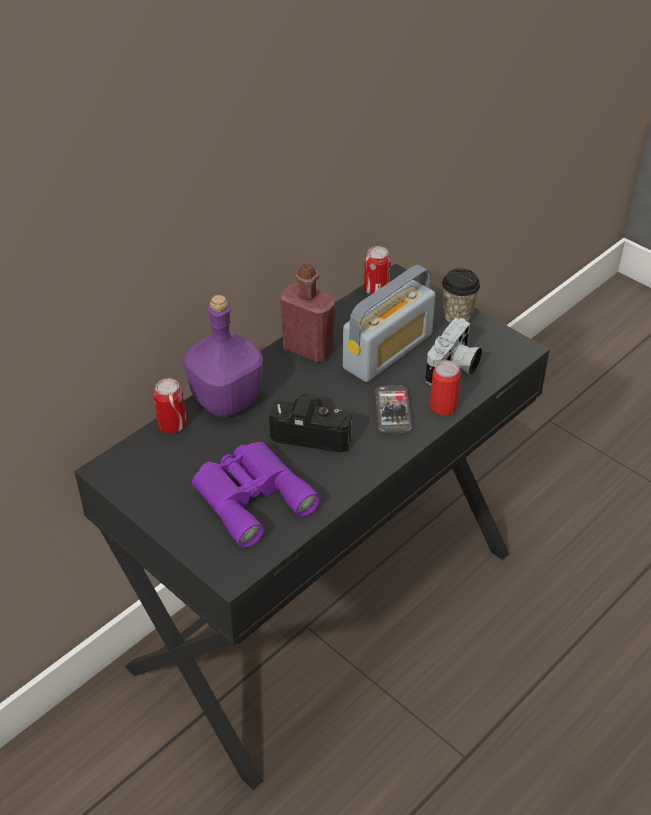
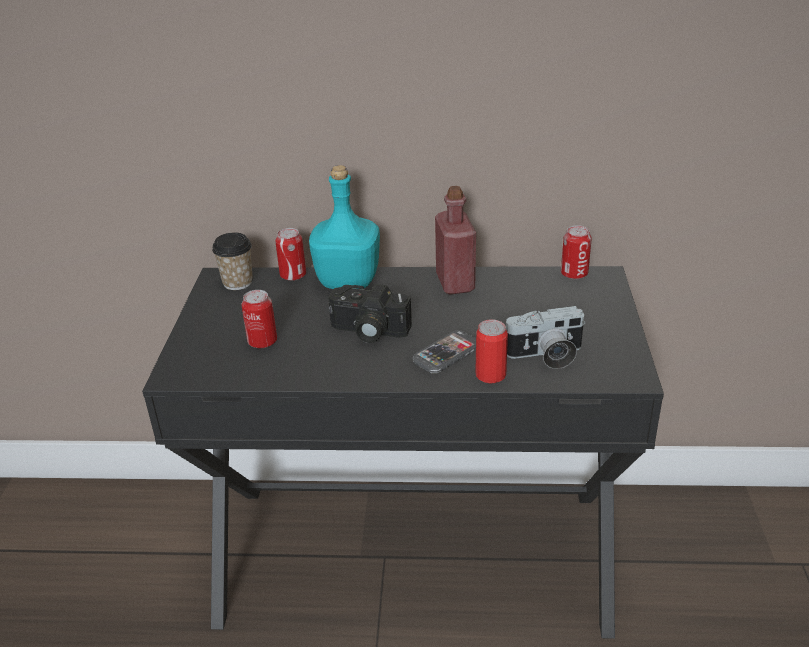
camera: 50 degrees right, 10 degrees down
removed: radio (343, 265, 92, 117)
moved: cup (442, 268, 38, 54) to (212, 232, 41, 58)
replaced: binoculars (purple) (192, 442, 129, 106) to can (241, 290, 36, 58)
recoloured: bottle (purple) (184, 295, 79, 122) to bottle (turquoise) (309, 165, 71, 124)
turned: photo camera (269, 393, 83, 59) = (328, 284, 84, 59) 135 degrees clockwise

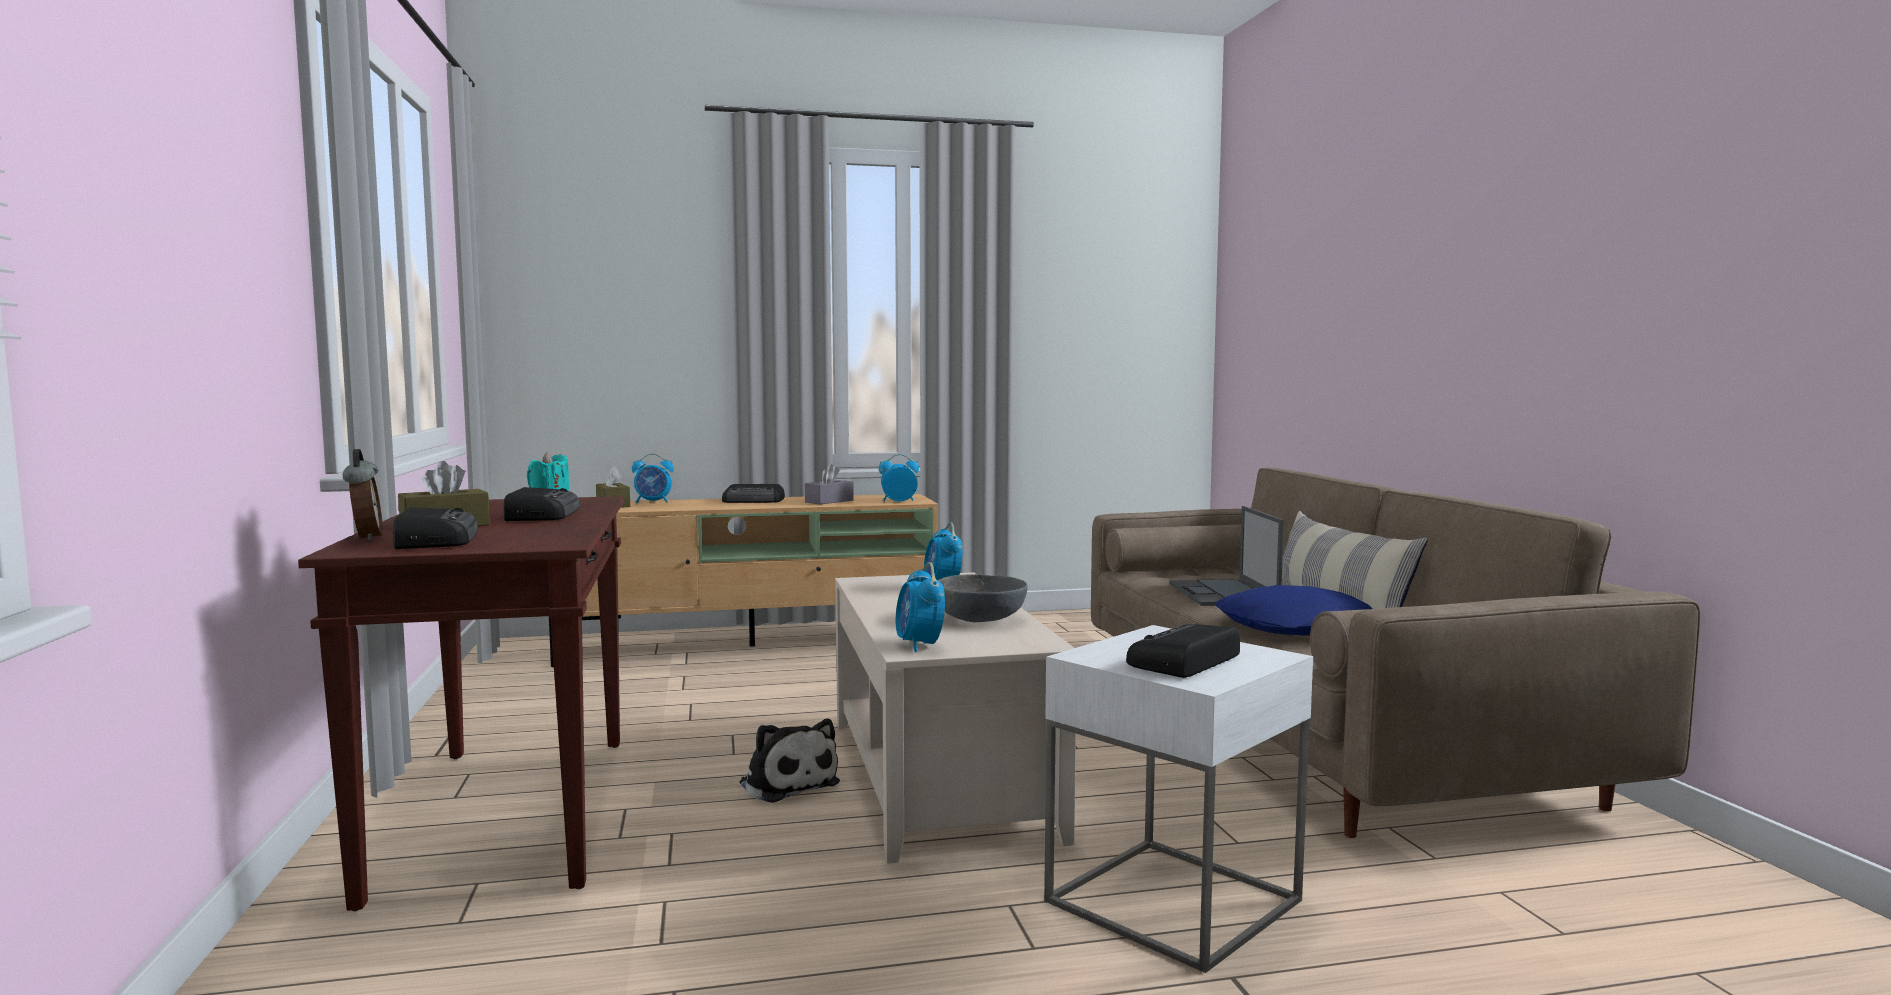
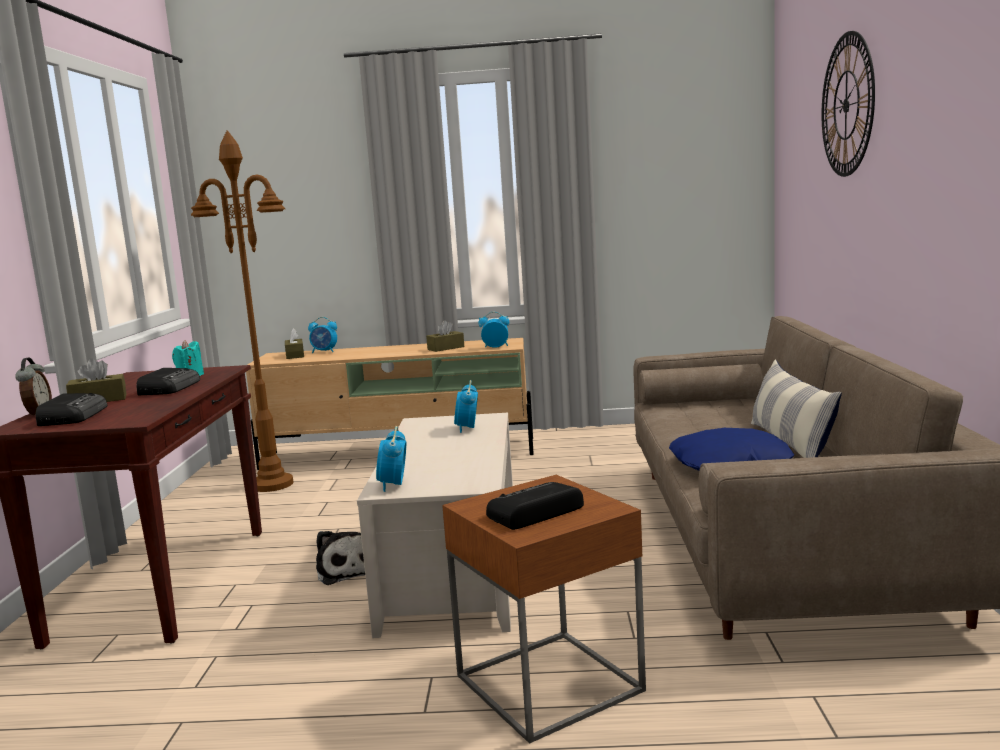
camera: 15 degrees right, 5 degrees up
removed: radio (722, 484, 63, 19); bowl (grey) (938, 574, 90, 48); laptop (1169, 506, 115, 100)
added: floor lamp (brown) (191, 130, 102, 362); wall clock (822, 31, 53, 146)
recoloured: tissue box (grey) (805, 464, 49, 40) to tissue box (brown) (426, 320, 38, 32); side table (white) (1044, 625, 269, 348) to side table (brown) (442, 475, 204, 269)

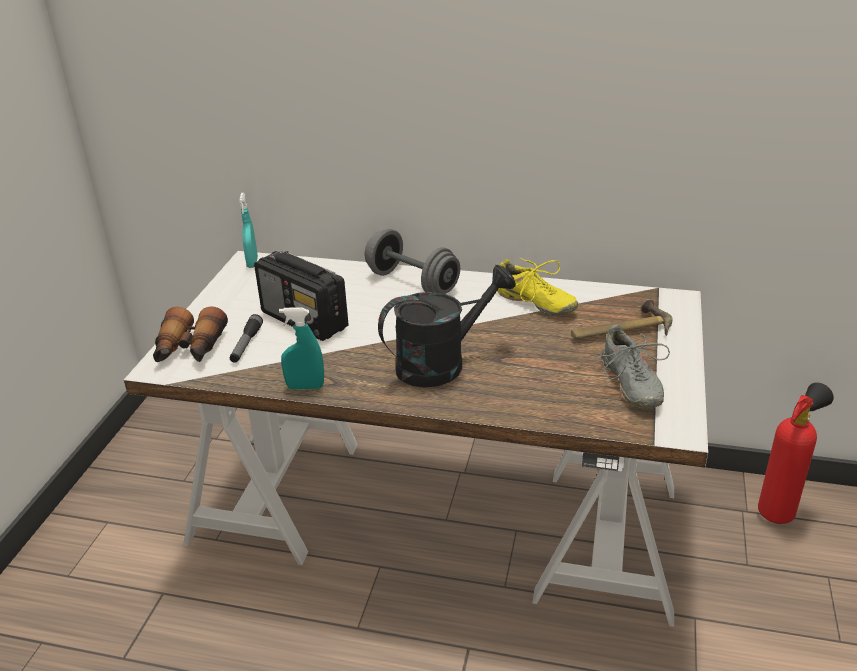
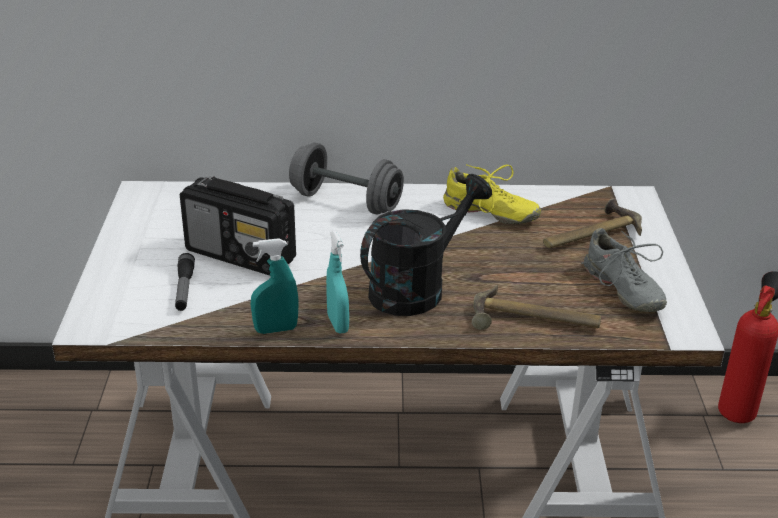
camera: 15 degrees left, 0 degrees up
removed: binoculars (153, 306, 75, 56)
added: hammer (472, 285, 129, 45)
moved: spray bottle (turquoise) (239, 193, 19, 75) to (326, 231, 23, 102)

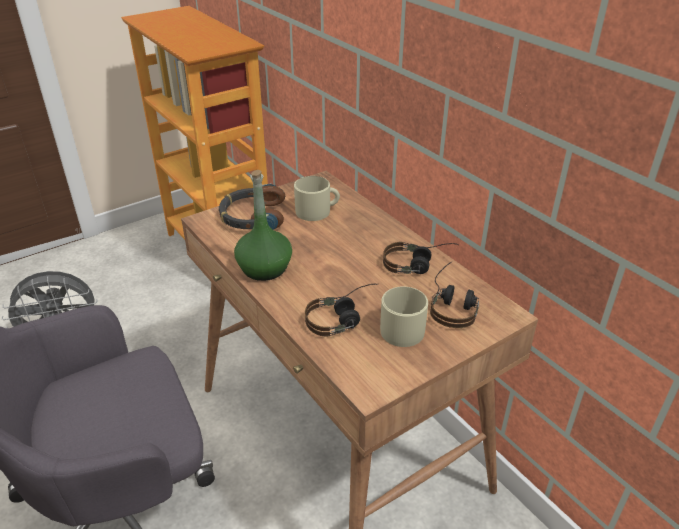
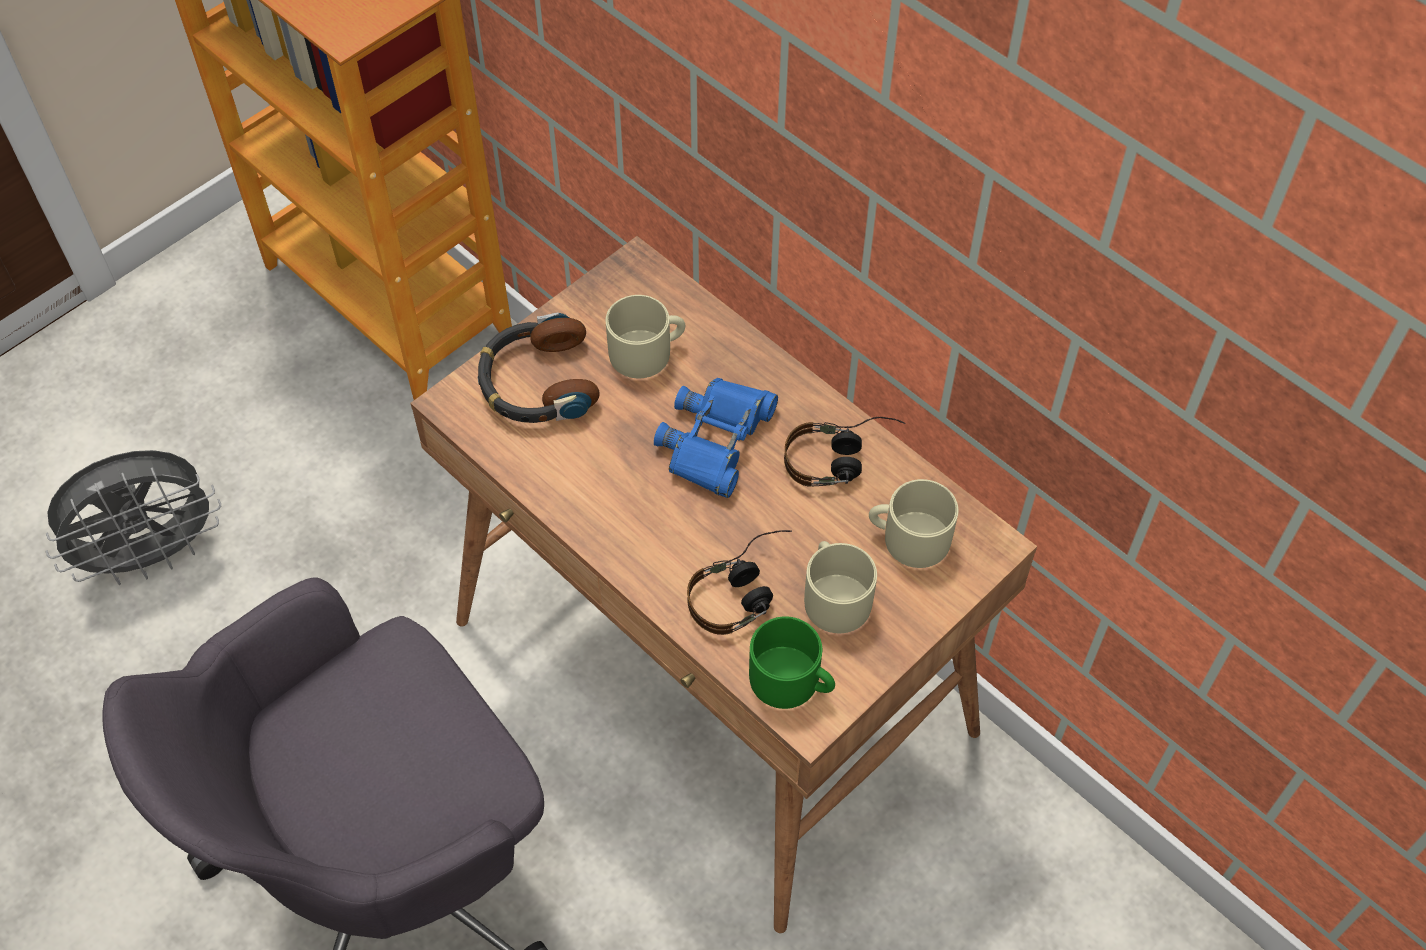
camera: 10 degrees left, 20 degrees up
removed: bottle (green) (234, 170, 58, 111)
added: binoculars (blue) (654, 378, 124, 120); mug (green) (749, 616, 86, 93)
replaced: headphones (430, 262, 49, 66) to mug (beige) (869, 479, 89, 89)

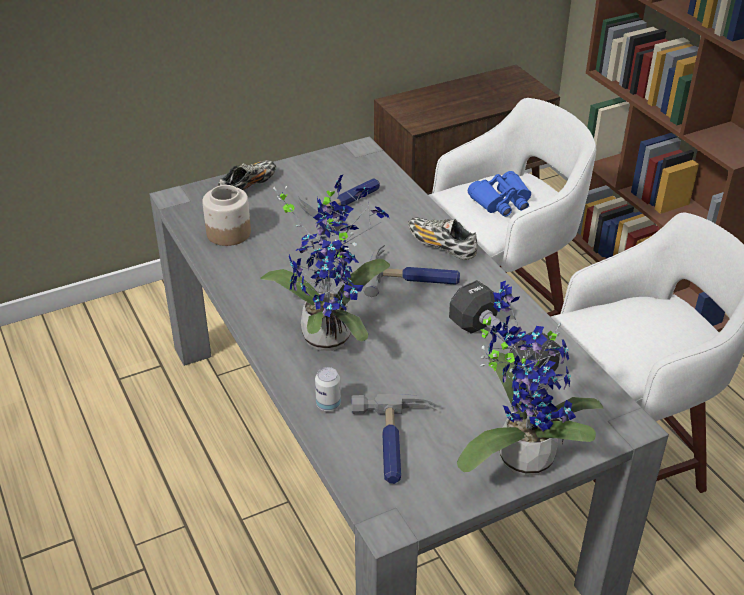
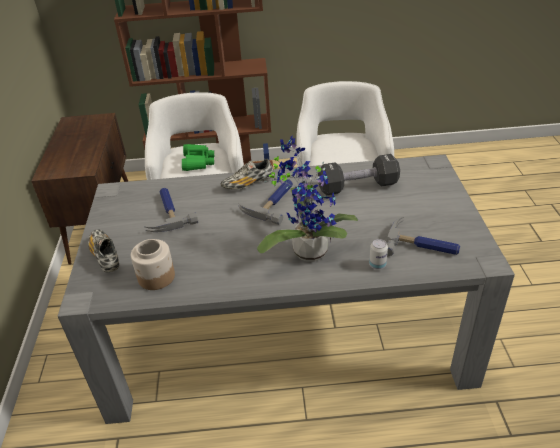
camera: 65 degrees left, 0 degrees up
removed: potted plant (457, 281, 147, 195)
recoloured: binoculars (blue) (468, 171, 63, 46) to binoculars (green) (182, 144, 32, 27)

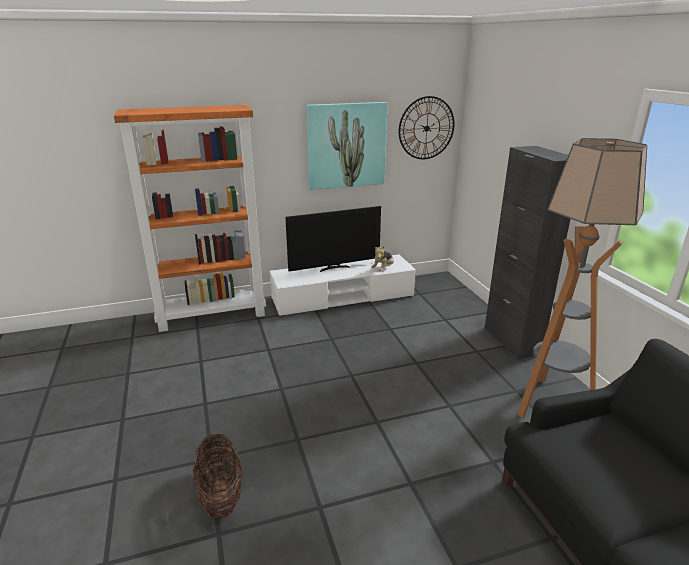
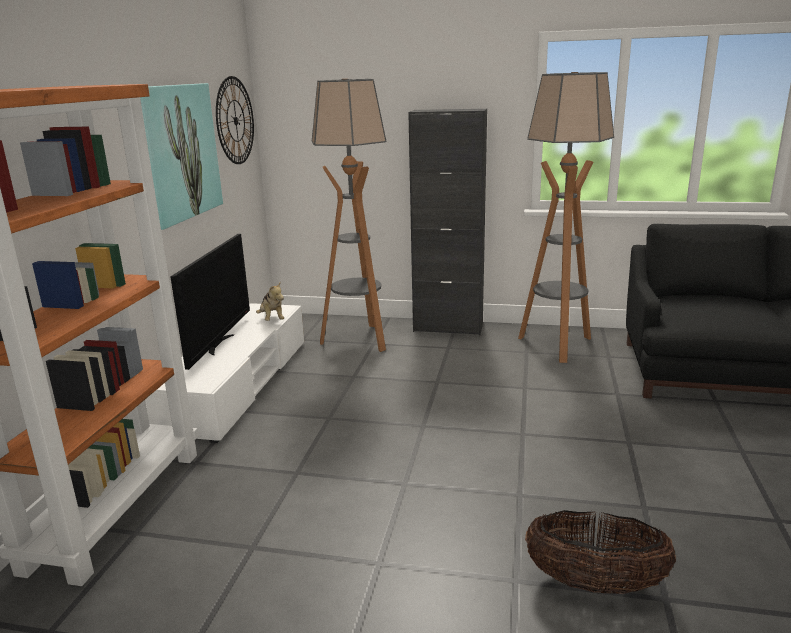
camera: 60 degrees left, 5 degrees down
added: floor lamp (312, 79, 75, 273)

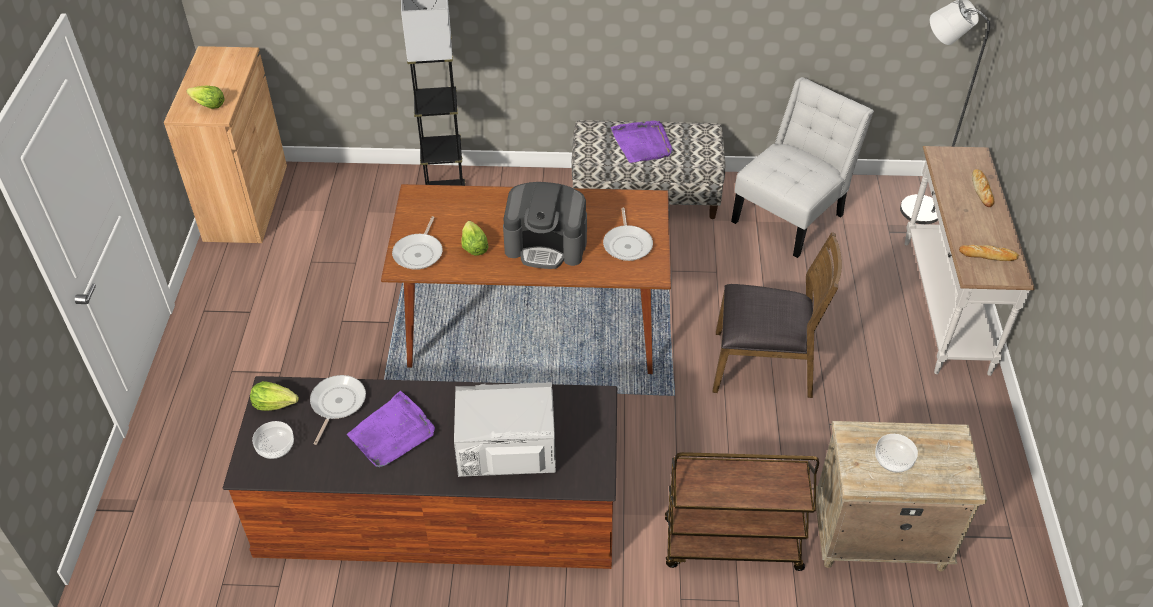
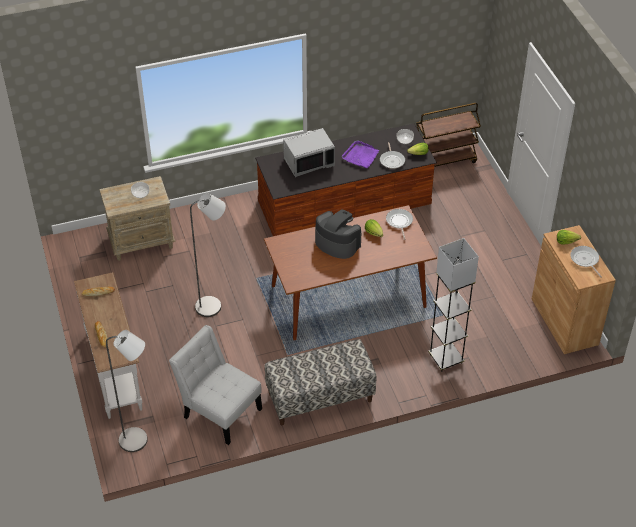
camera: 160 degrees right, 0 degrees up
removed: tray (purple) (611, 120, 62, 43)
moved: frying pan (603, 208, 50, 53) to (570, 246, 32, 32); cart (brown) (665, 452, 154, 119) to (416, 103, 65, 64)
replaced: chair (brown) (712, 232, 130, 166) to floor lamp (grey) (190, 193, 36, 124)
turned: coffee machine (503, 182, 84, 87) = (315, 210, 46, 49) 45 degrees clockwise; chair (white) (731, 77, 143, 181) = (169, 325, 93, 120) 105 degrees clockwise

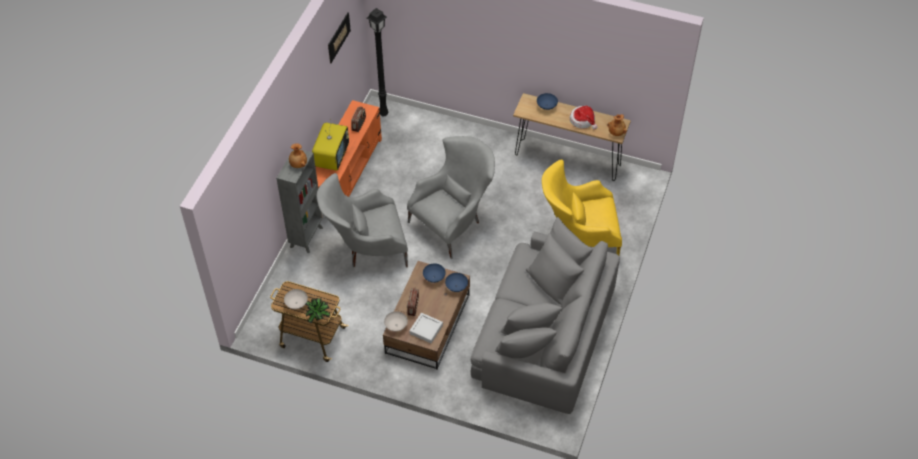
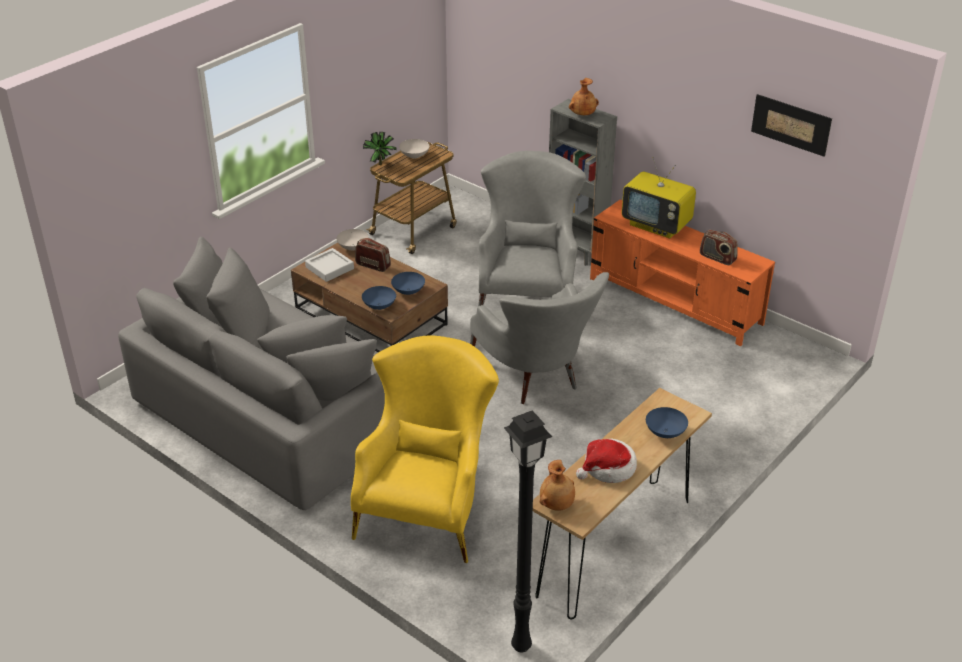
camera: 110 degrees right, 15 degrees down
moved: floor lamp (black) (367, 8, 21, 108) to (504, 410, 48, 242)

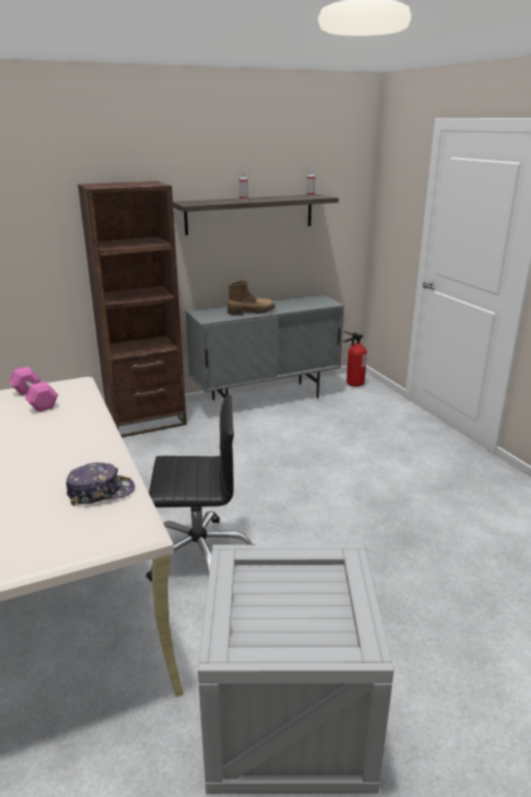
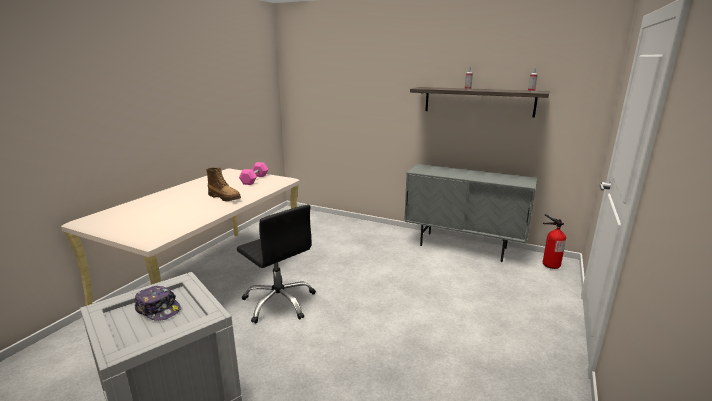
camera: 50 degrees right, 5 degrees down
removed: bookcase (brown) (78, 181, 109, 256)
moved: cap (66, 462, 69, 43) to (134, 286, 47, 35); boot (227, 280, 48, 35) to (206, 167, 35, 34)

